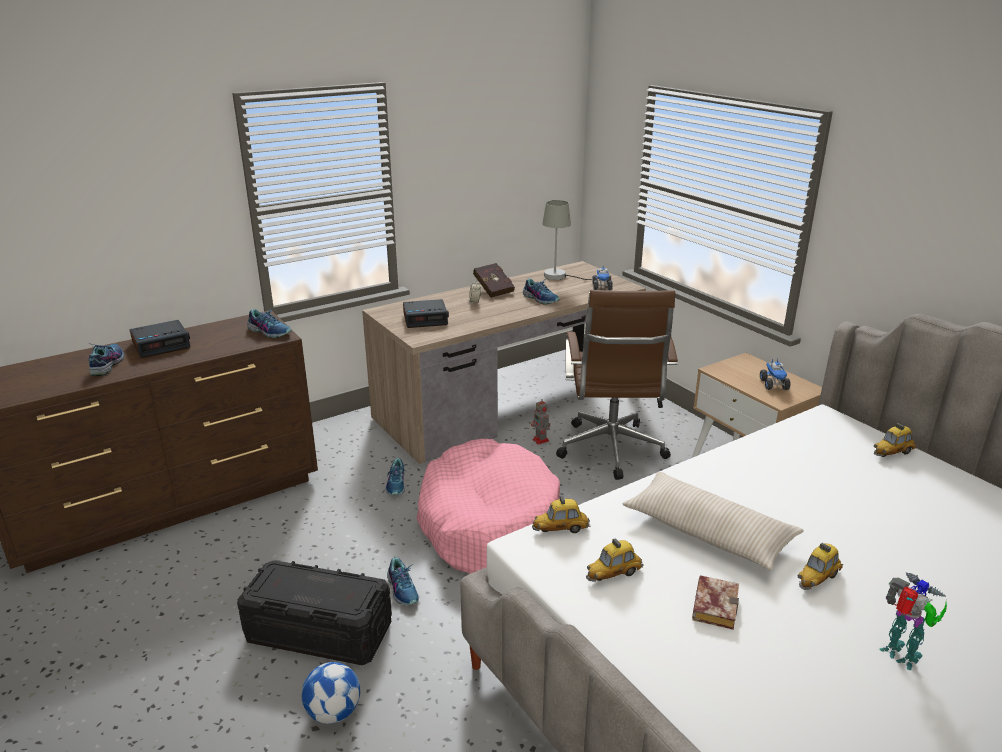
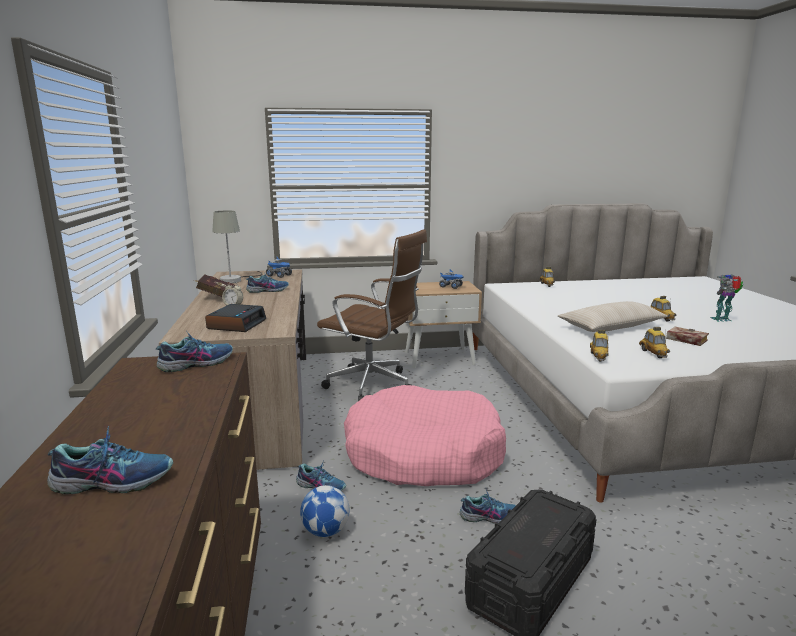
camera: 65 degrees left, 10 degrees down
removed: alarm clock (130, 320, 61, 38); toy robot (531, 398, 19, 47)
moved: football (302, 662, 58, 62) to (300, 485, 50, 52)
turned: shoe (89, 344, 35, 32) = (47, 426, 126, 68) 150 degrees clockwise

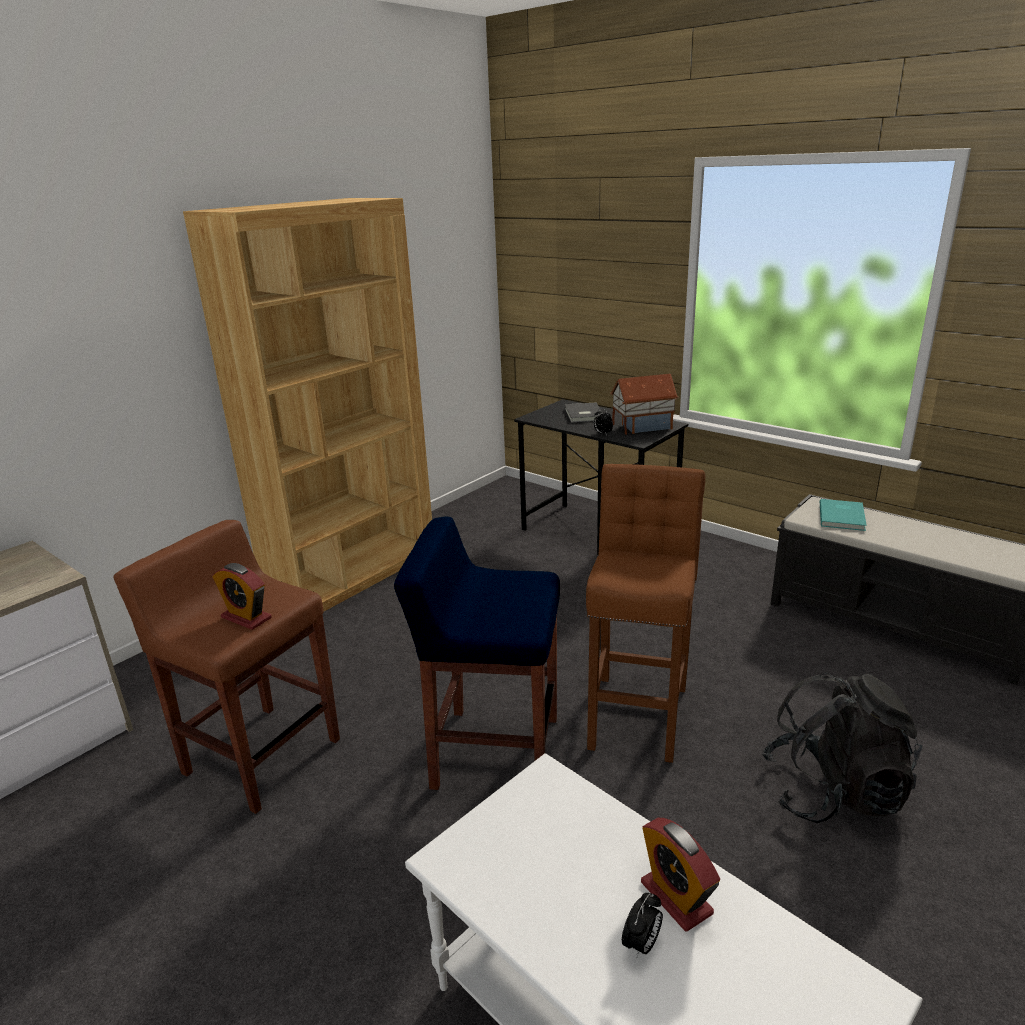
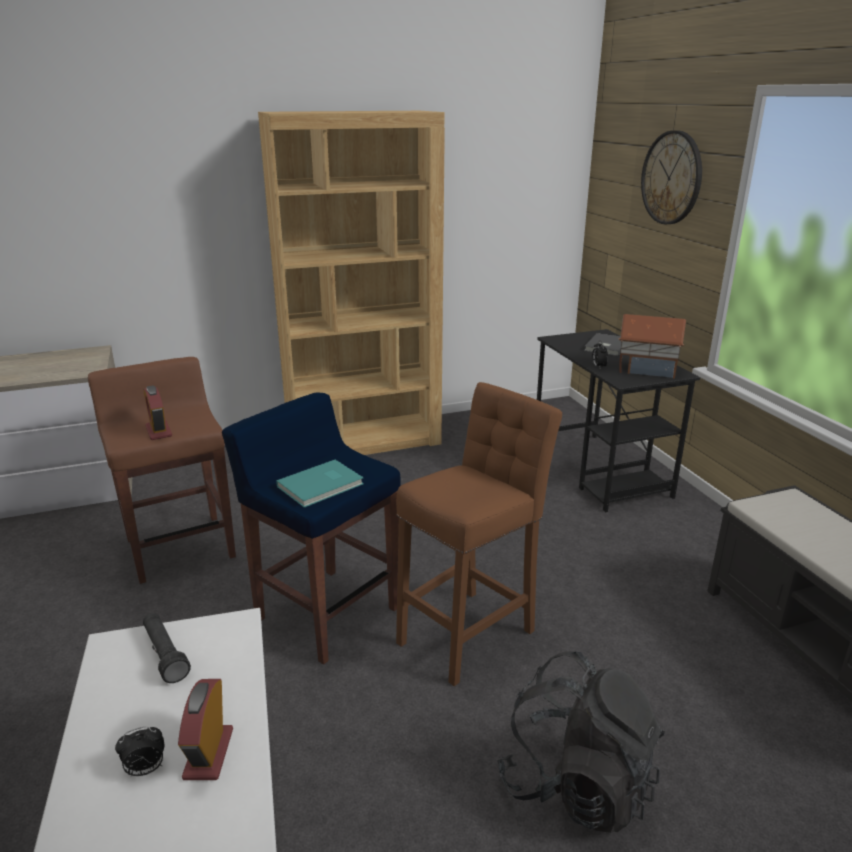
camera: 30 degrees right, 0 degrees up
added: flashlight (black) (143, 613, 48, 70); wall clock (641, 130, 61, 94)
moved: book (turquoise) (820, 499, 47, 32) to (276, 460, 88, 48)

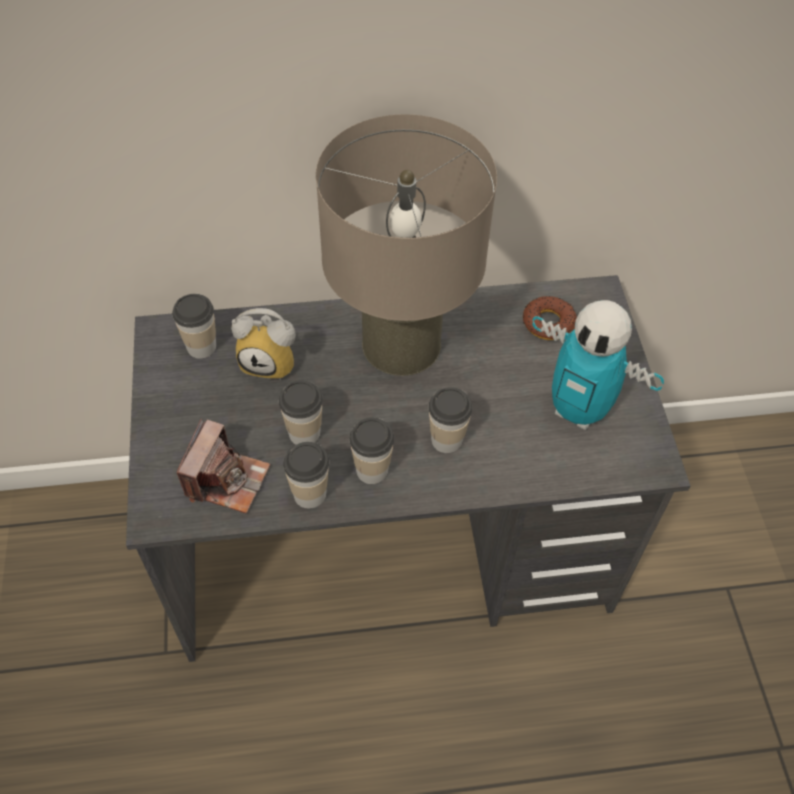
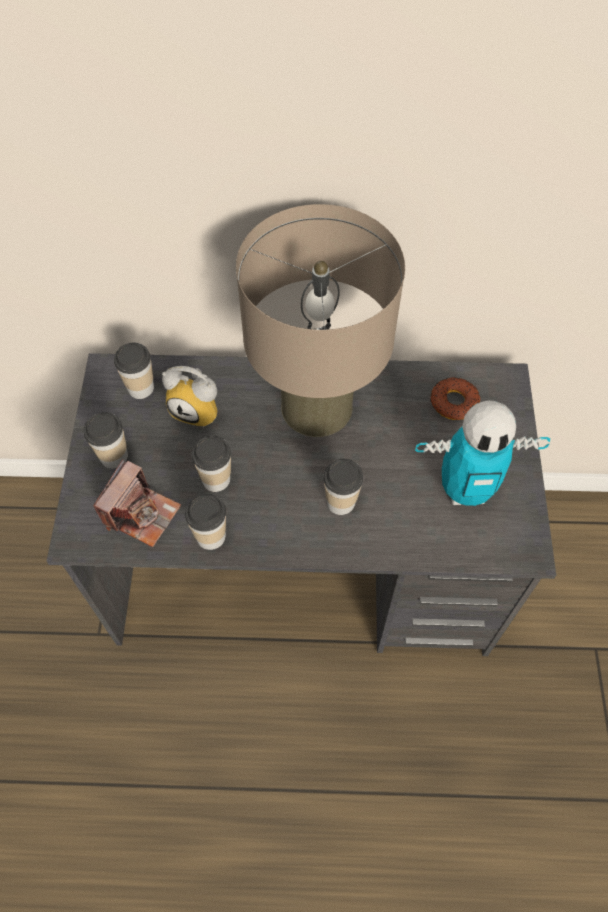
camera: 10 degrees right, 5 degrees up
moved: cup (349, 418, 45, 66) to (84, 412, 44, 57)
turned: toy robot (532, 300, 132, 130) = (415, 401, 135, 105) 45 degrees counterclockwise

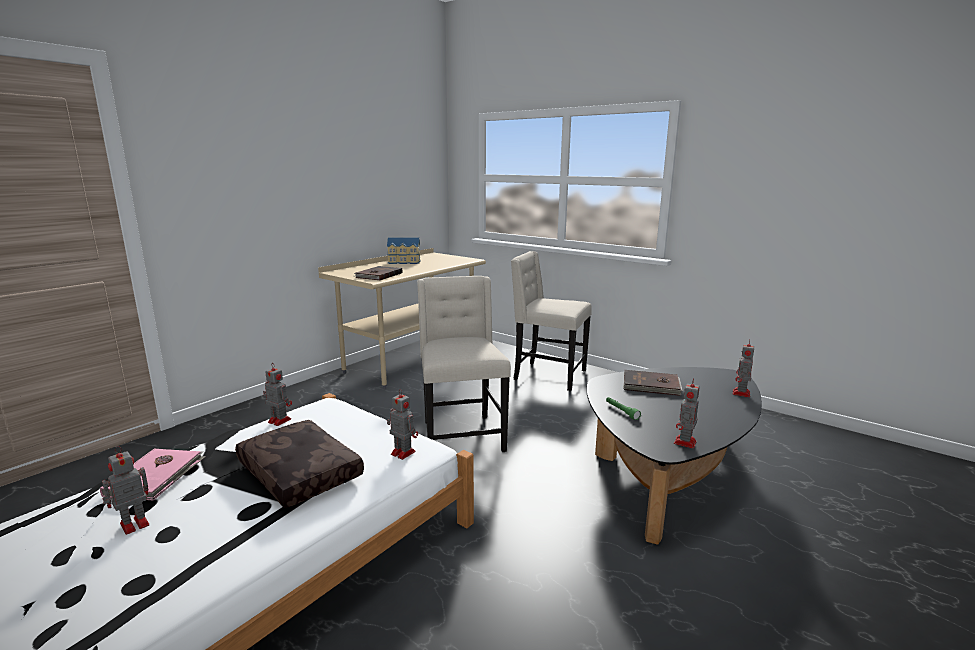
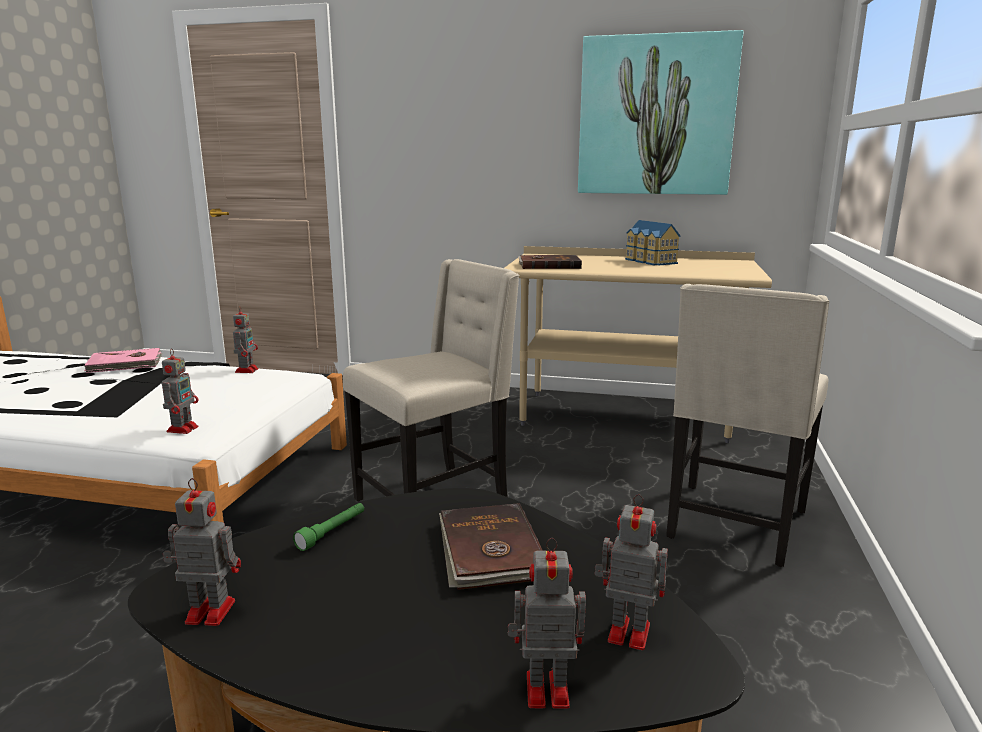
camera: 65 degrees right, 0 degrees up
removed: pillow (brown) (235, 420, 129, 88)
added: picture (578, 30, 165, 165)
moved: toy robot (102, 446, 47, 89) to (595, 494, 73, 156)
turned: chair (beige) (511, 251, 81, 140) = (666, 284, 163, 283) 150 degrees counterclockwise

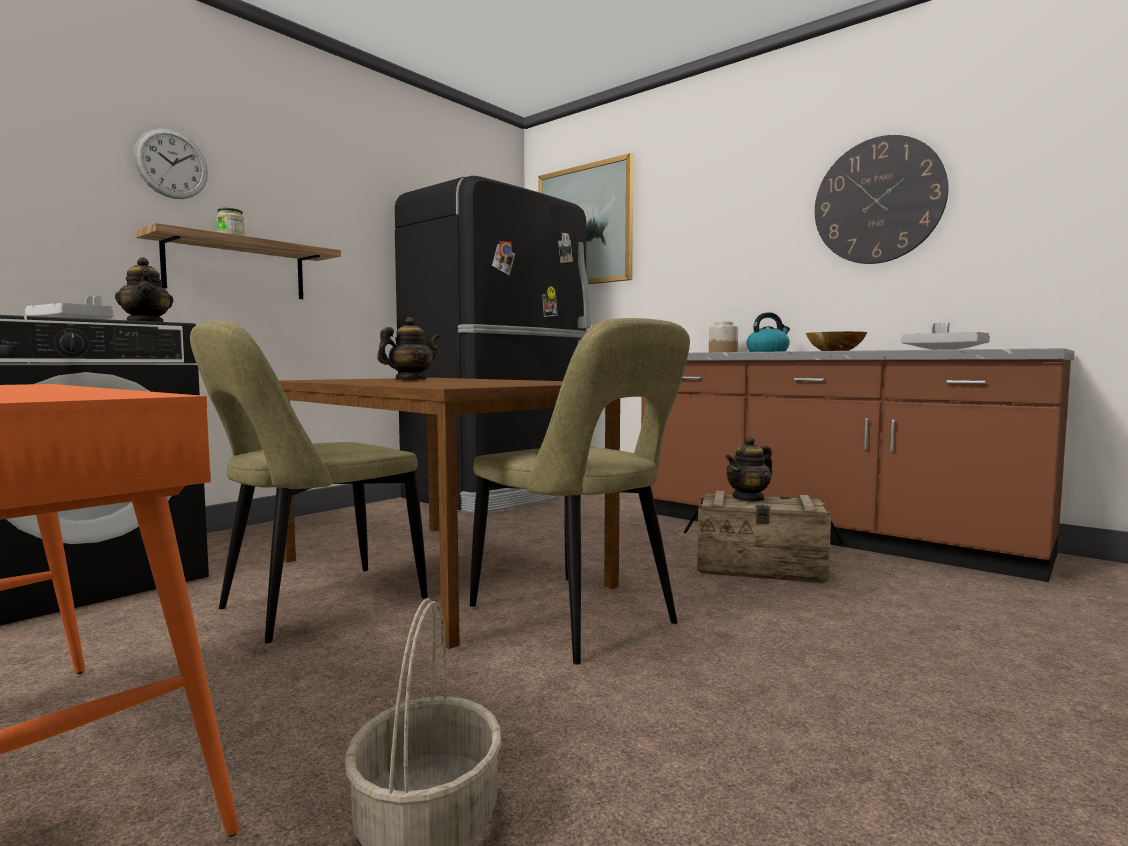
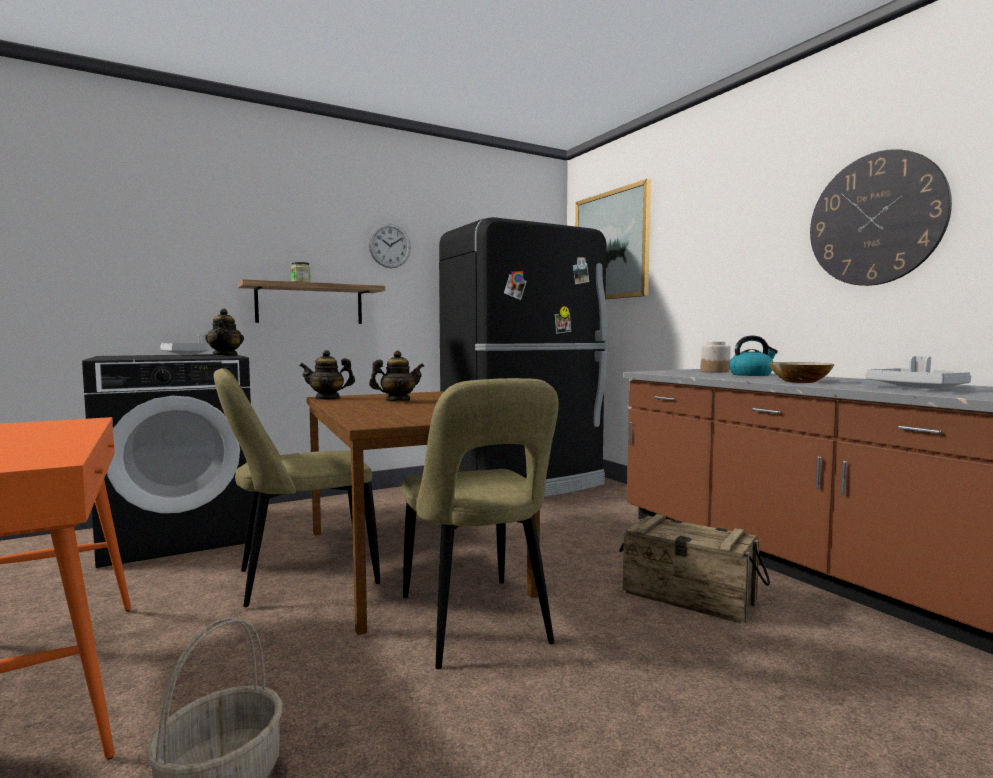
camera: 20 degrees right, 0 degrees up
moved: wall clock (134, 128, 74, 71) to (368, 223, 43, 45); teapot (725, 436, 47, 66) to (299, 350, 56, 50)

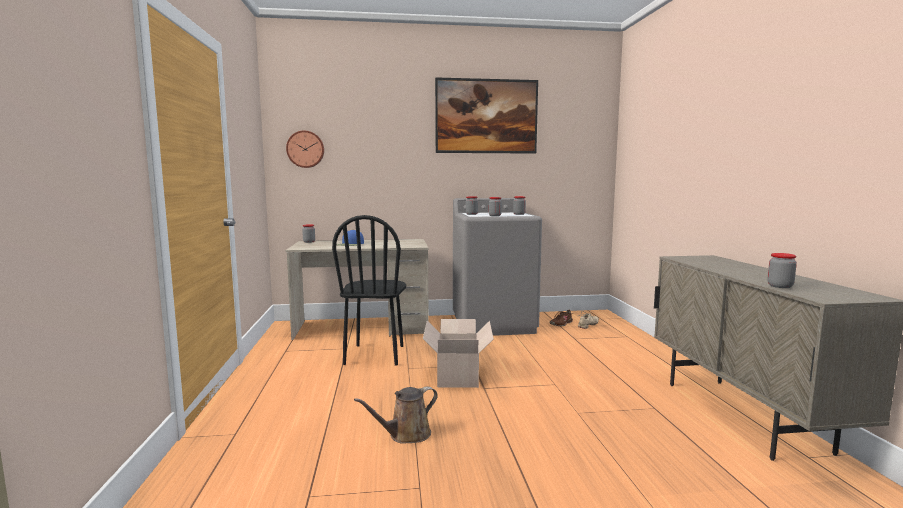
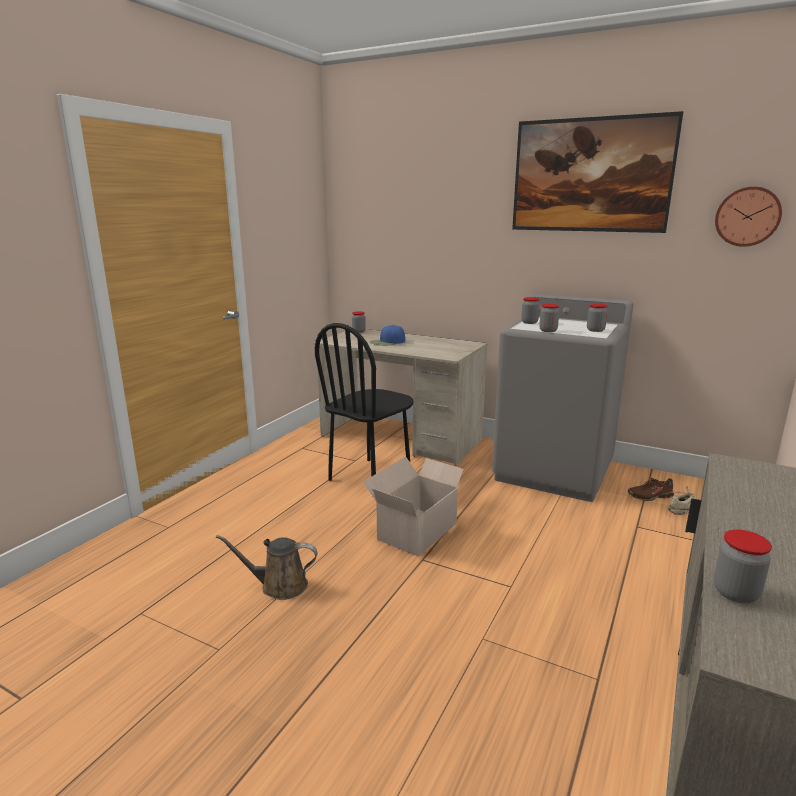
camera: 35 degrees right, 10 degrees up
moved: wall clock (286, 131, 38, 37) to (715, 186, 67, 61)

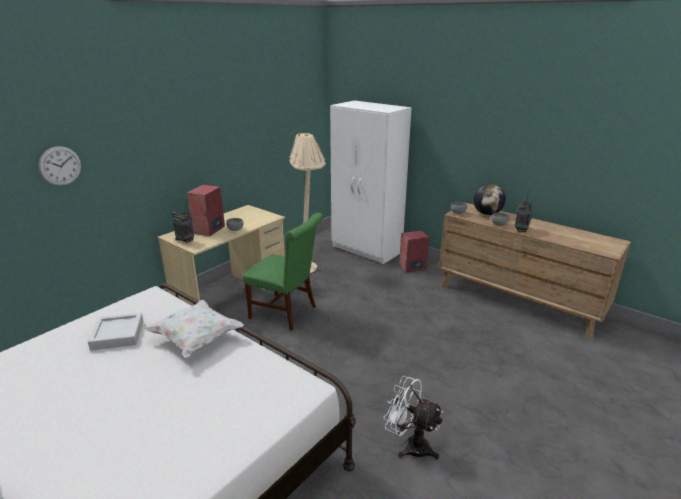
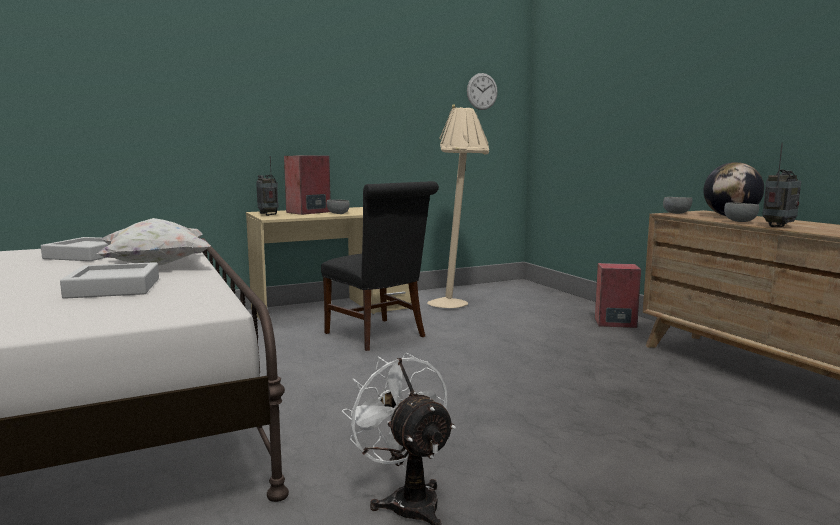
camera: 25 degrees right, 15 degrees down
removed: wardrobe (white) (330, 100, 82, 164)
added: tray (grey) (60, 262, 99, 37)
moved: wall clock (39, 146, 42, 40) to (467, 73, 31, 37)
recoloured: chair (green) (243, 213, 81, 118) to chair (black) (321, 181, 118, 170)

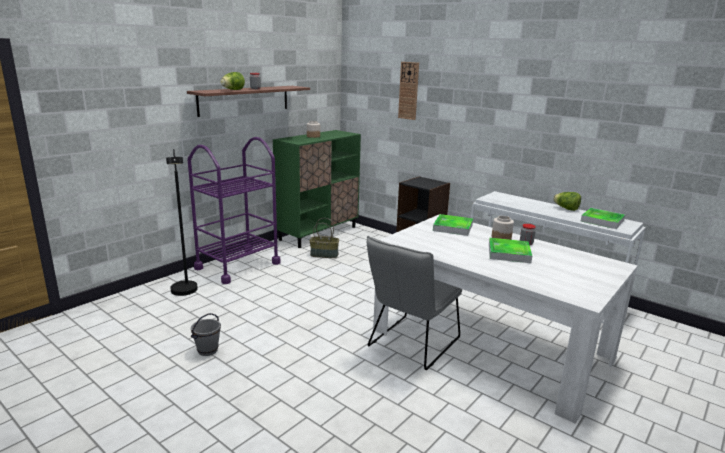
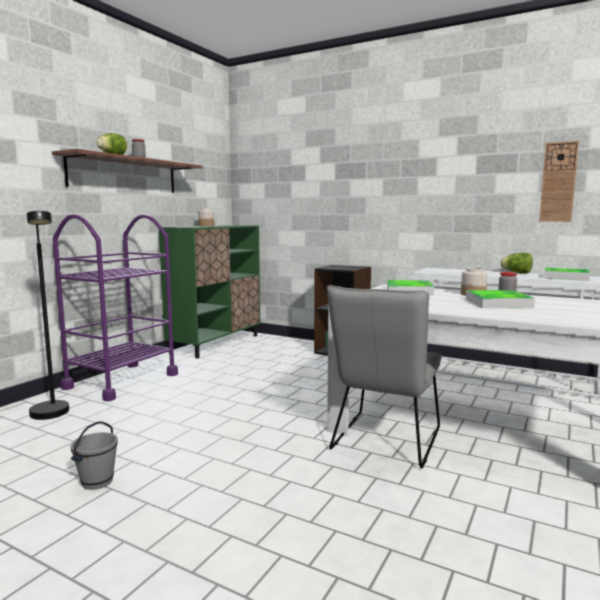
camera: 10 degrees left, 10 degrees down
removed: basket (310, 218, 29, 40)
moved: wall clock (398, 62, 21, 58) to (539, 141, 40, 81)

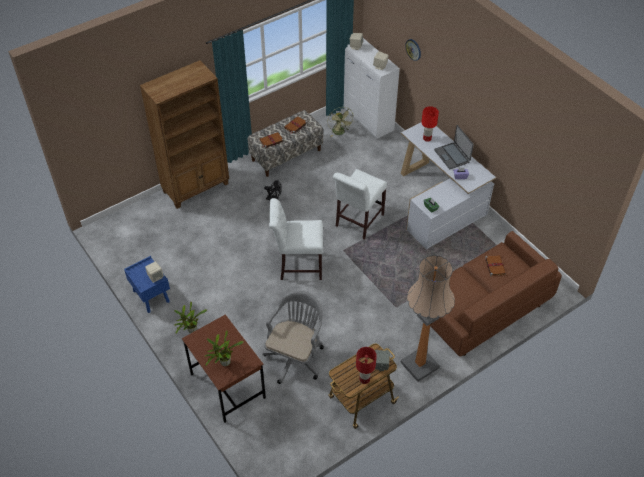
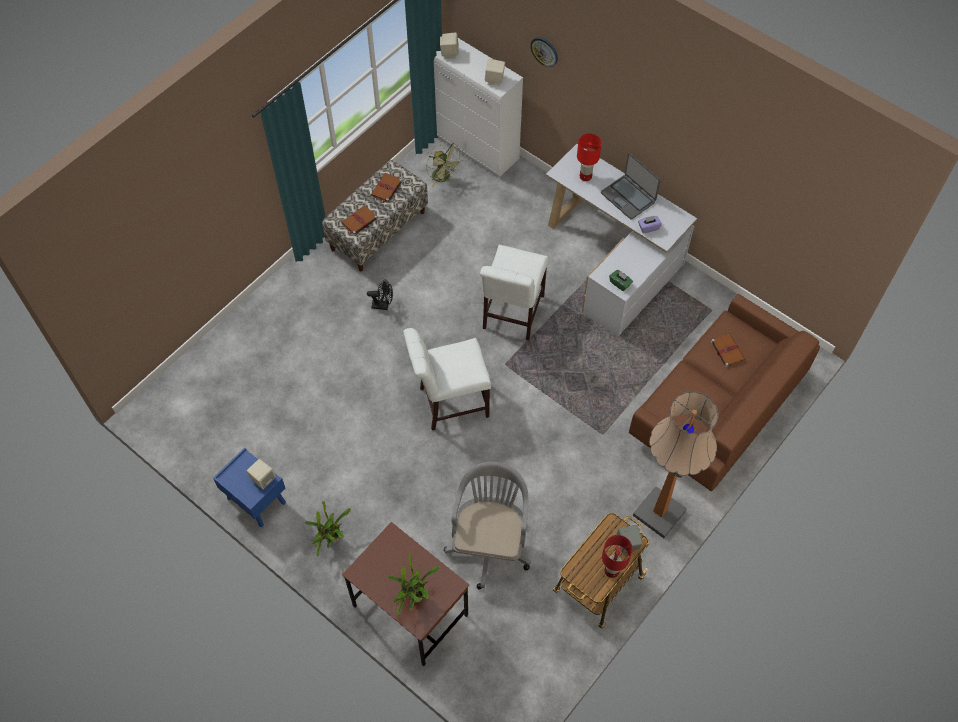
camera: 15 degrees left, 10 degrees up
removed: bookcase (brown) (140, 60, 89, 149)

